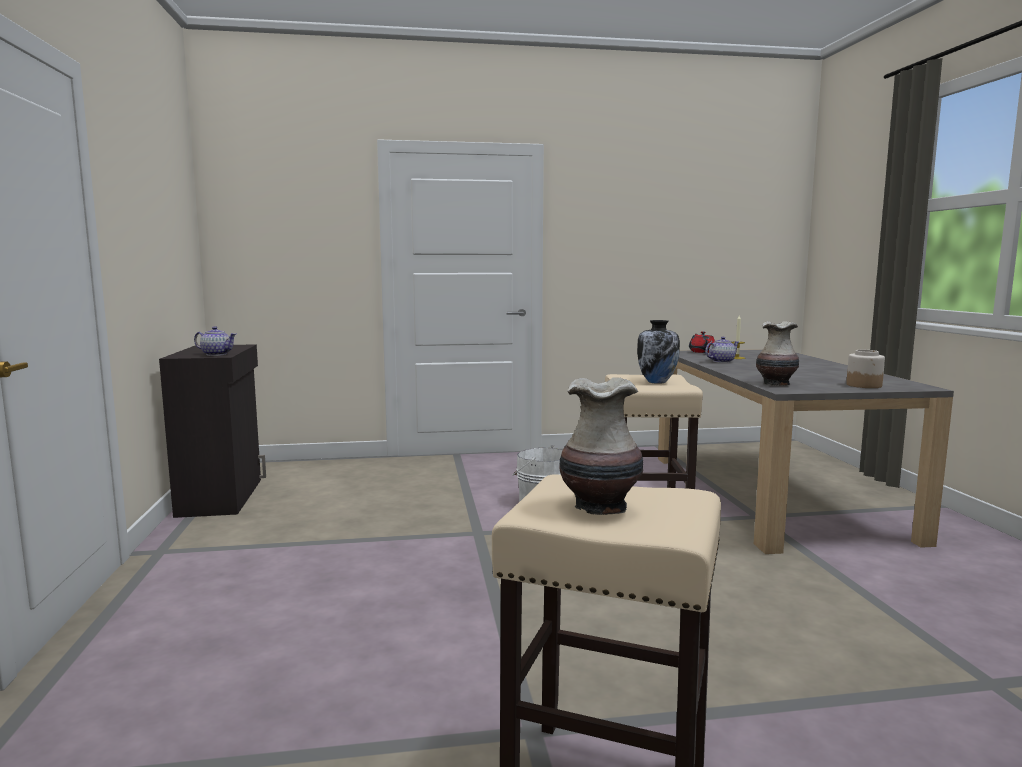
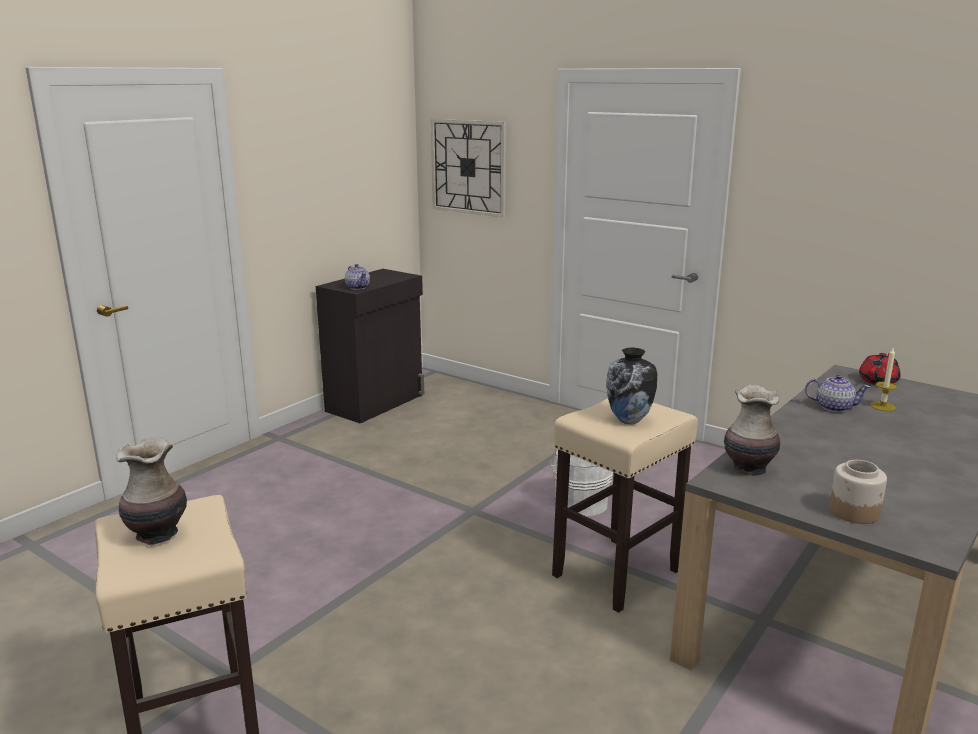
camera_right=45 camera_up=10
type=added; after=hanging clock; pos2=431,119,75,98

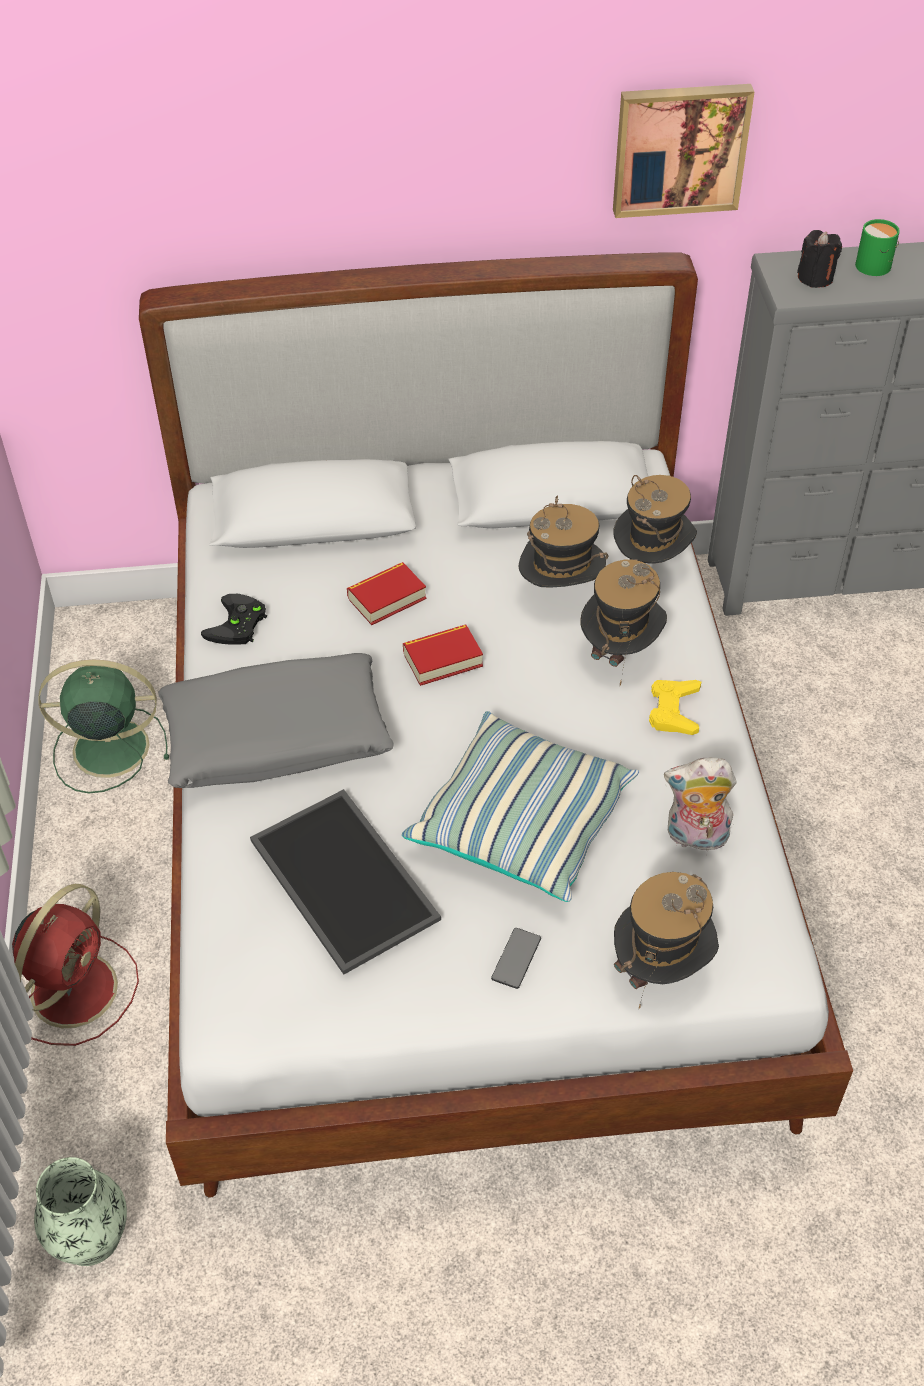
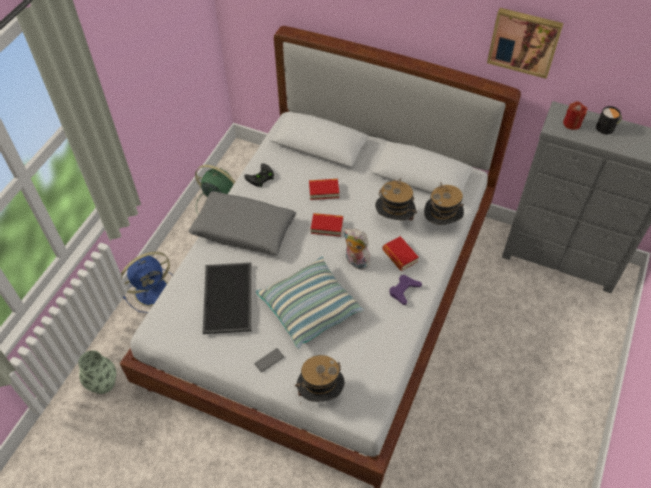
camera_right=30 camera_up=5
type=moved; before=soft toy; pos1=664,758,73,93; pos2=343,229,27,41
type=replaced; before=clothing hat; after=volume; pos1=580,559,87,126; pos2=382,236,37,35
type=recoloured; before=electric fan/red; after=electric fan/blue; pos1=12,884,127,162; pos2=121,252,52,61
type=recoloured; before=gamepad/yellowish; after=gamepad/purple; pos1=649,680,52,55; pos2=389,275,33,30
type=recoloured; before=wax light/black-coloured; after=wax light/red; pos1=797,230,45,58; pos2=563,101,24,29
type=recoloured; before=mug/green; after=mug/black-coloured; pos1=855,219,45,57; pos2=596,106,26,28

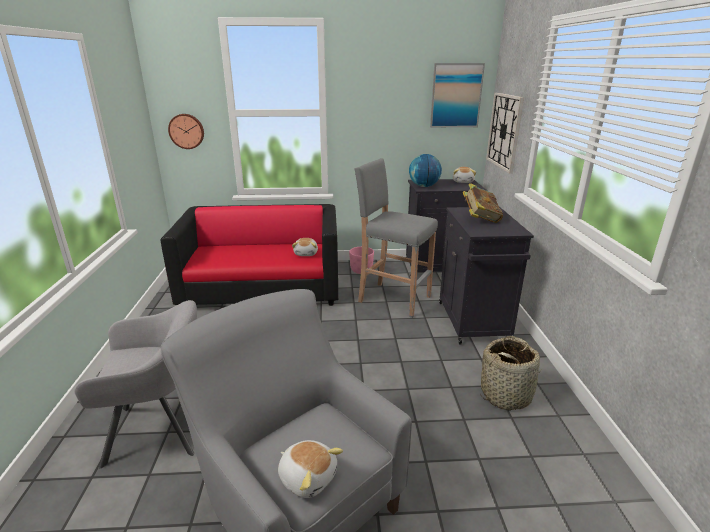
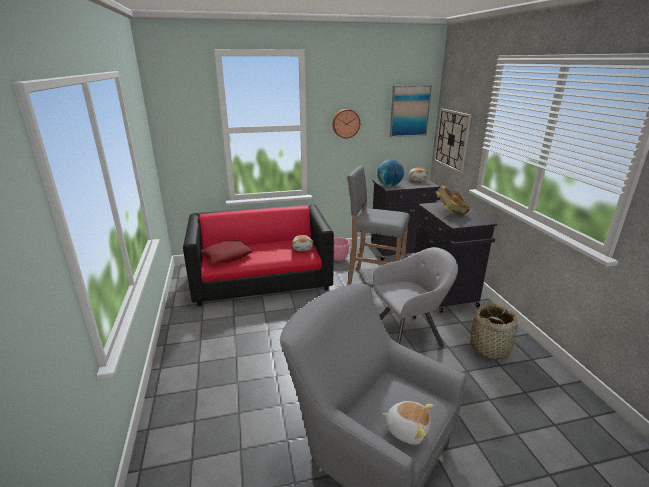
camera_right=-10 camera_up=0
type=added; after=cushion/red; pos2=201,240,52,23
type=moved; before=armchair/greyish; pos1=74,300,123,168; pos2=373,247,85,100
type=moved; before=hanging clock; pos1=168,114,36,35; pos2=333,109,27,30

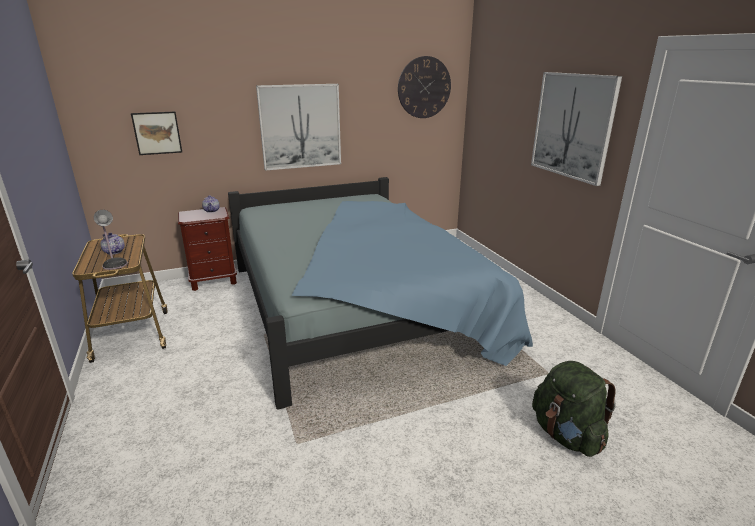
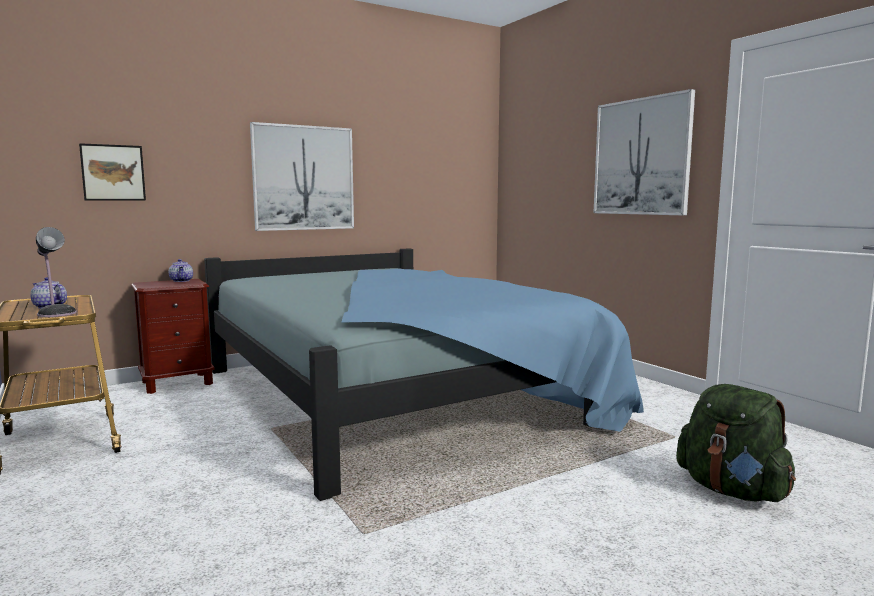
camera_right=-10 camera_up=-15
type=removed; before=hanging clock; pos1=398,56,53,62

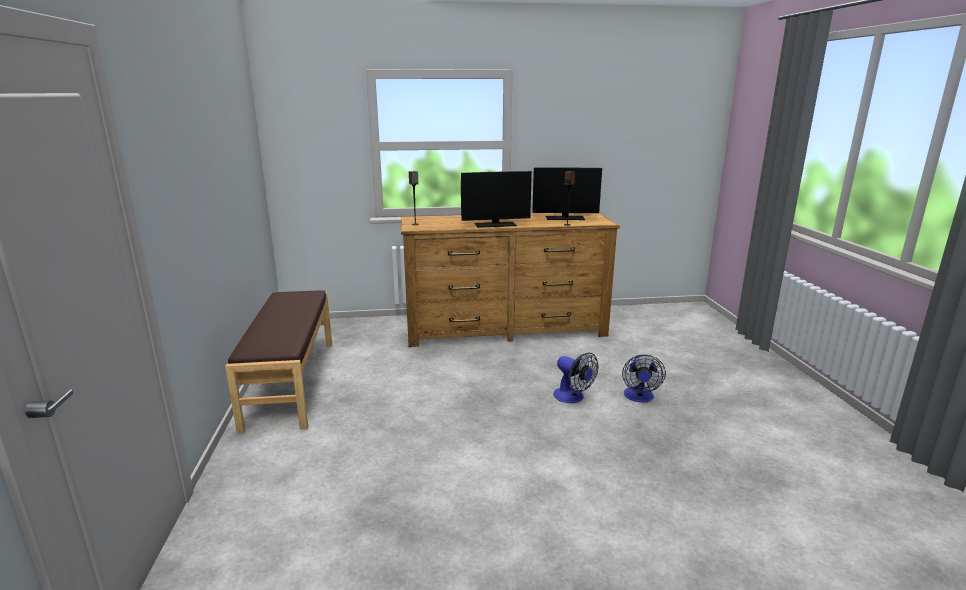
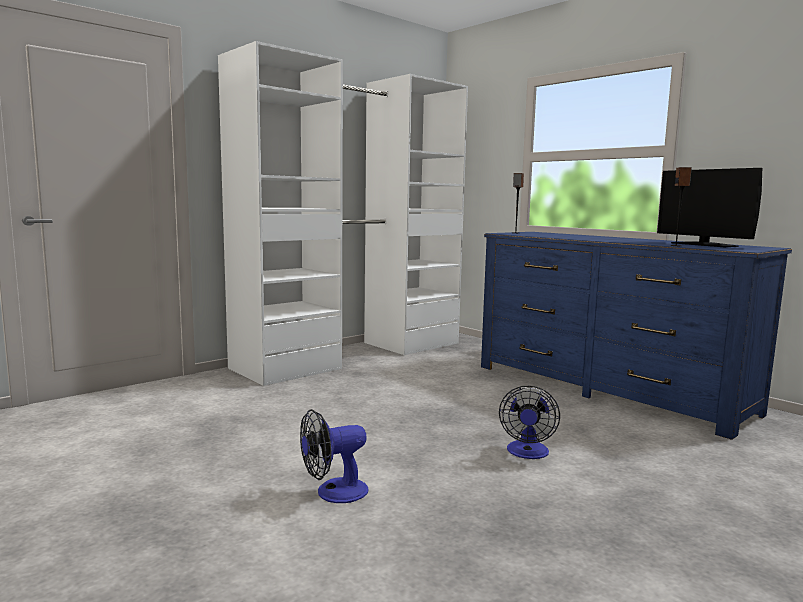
camera_right=55 camera_up=-10
type=removed; before=computer screen; pos1=461,171,71,57
type=moved; before=electric fan; pos1=622,355,44,47; pos2=300,409,69,94
type=replaced; before=indoor bench/brown-coloured; after=clothes cupboard/white; pos1=225,290,107,144; pos2=218,41,250,345
type=recoloured; before=chest of drawers/brown-coloured; after=chest of drawers/blue; pos1=401,213,219,134; pos2=481,232,311,208

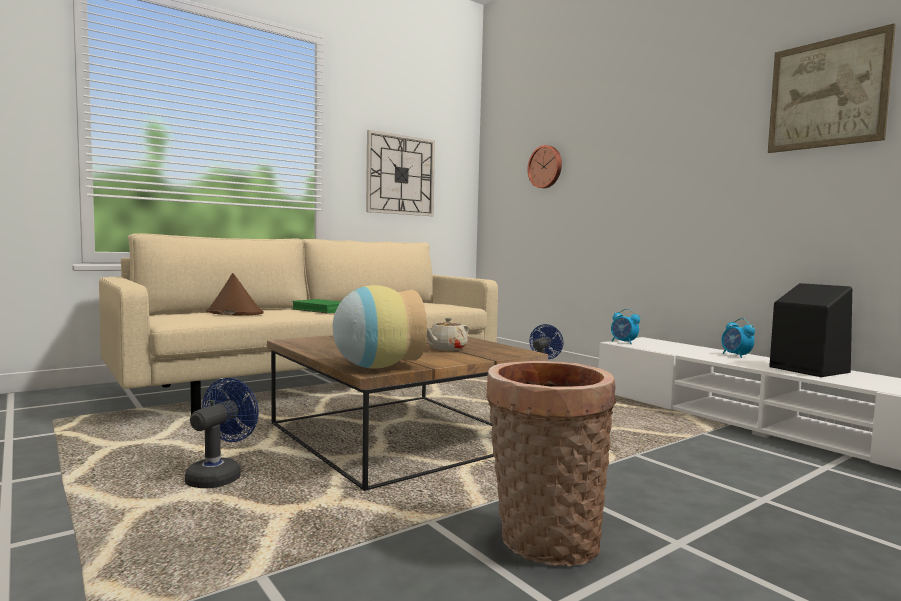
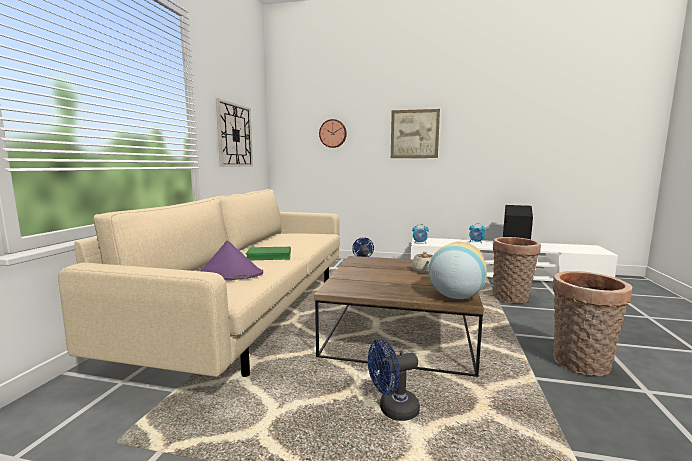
camera_right=-40 camera_up=5
type=added; after=household basket; pos2=493,237,48,66
type=moved; before=picture; pos1=768,23,128,130; pos2=391,109,49,49
type=recoloured; before=clothing hat/brown-coloured; after=clothing hat/purple; pos1=206,273,58,42; pos2=201,240,62,41
type=turned; before=electric fan/blue; pos1=185,378,74,110; pos2=368,339,52,82; turn=-90

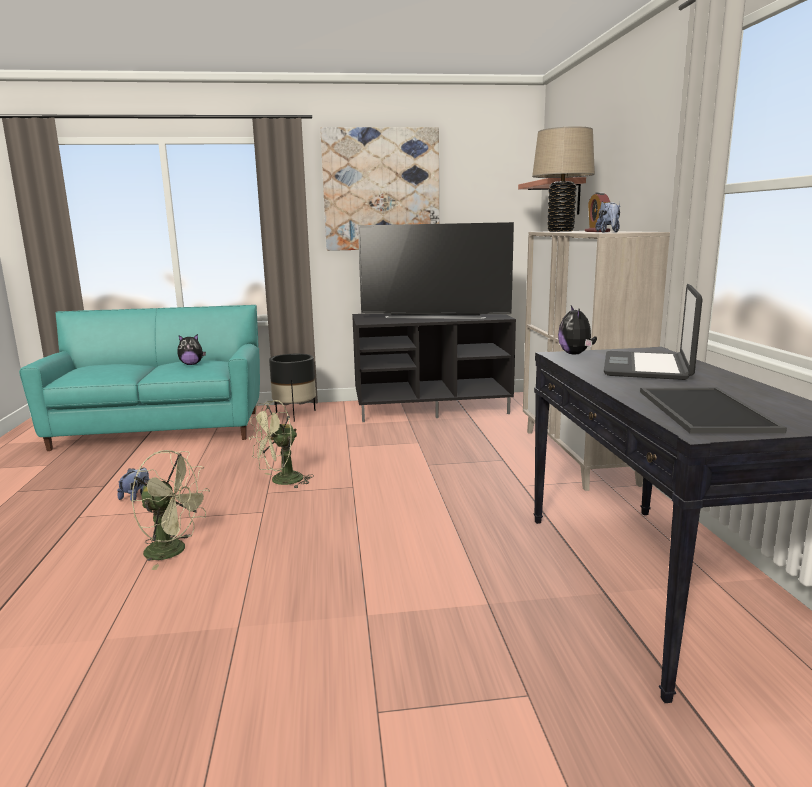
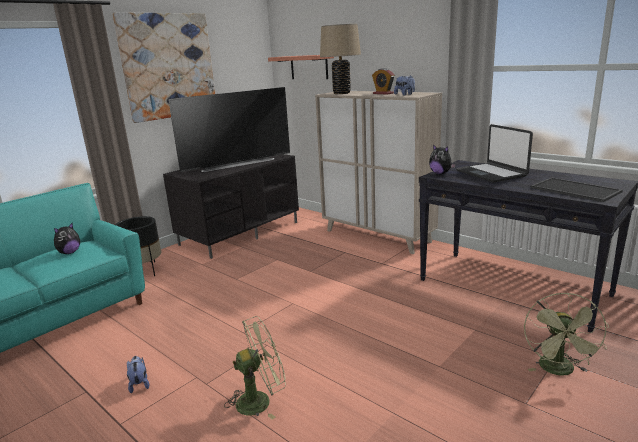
camera_right=-40 camera_up=5
type=moved; before=electric fan/green; pos1=249,400,65,89; pos2=524,292,85,84

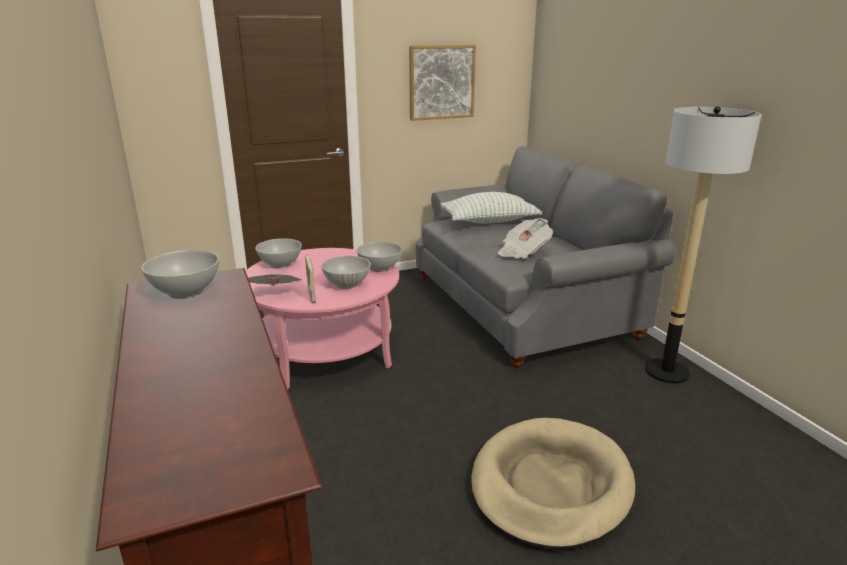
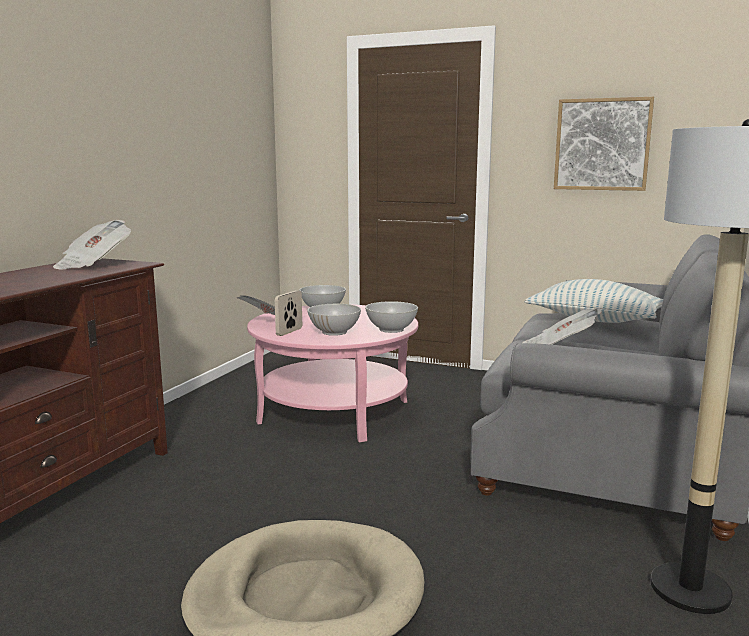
camera_right=45 camera_up=-10
type=replaced; before=deep dish/white; after=newspaper; pos1=141,250,78,49; pos2=53,220,78,50

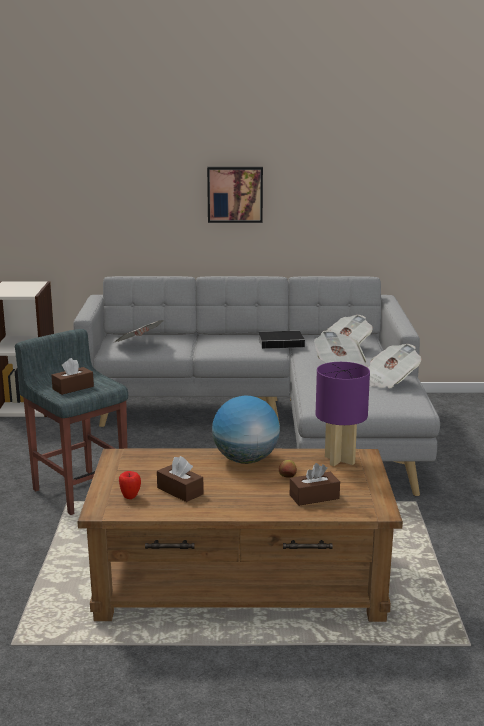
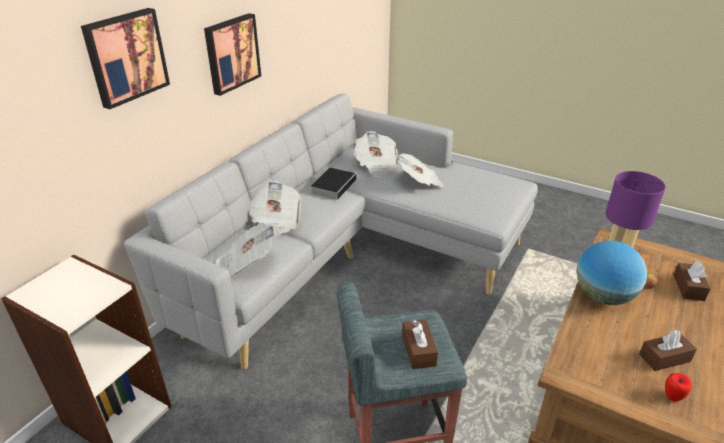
camera_right=-60 camera_up=15
type=added; after=picture; pos2=81,8,89,101
type=moved; before=newspaper; pos1=367,344,54,44; pos2=249,181,53,56

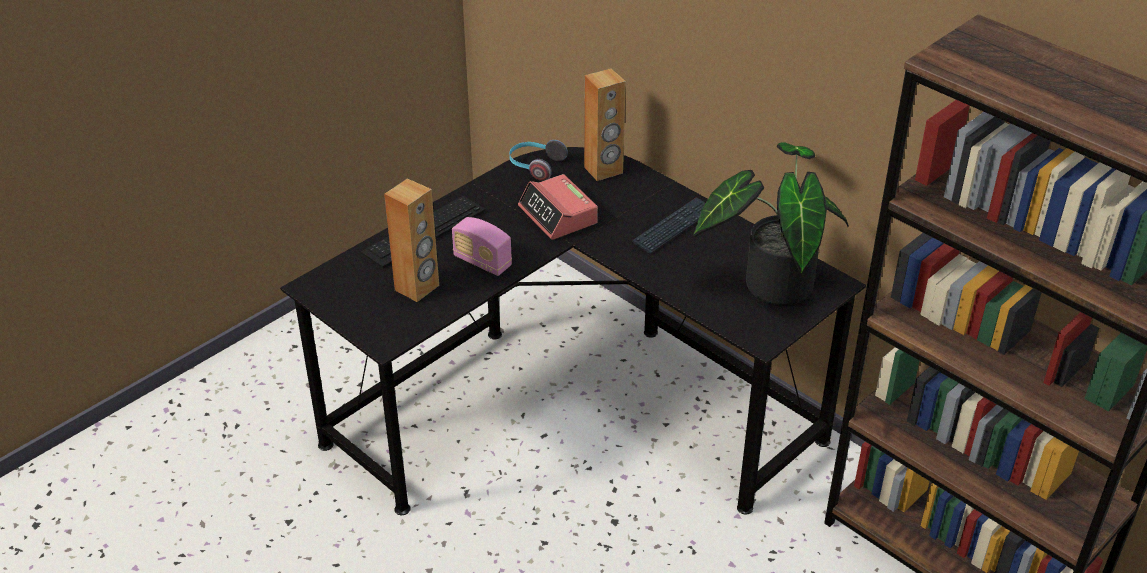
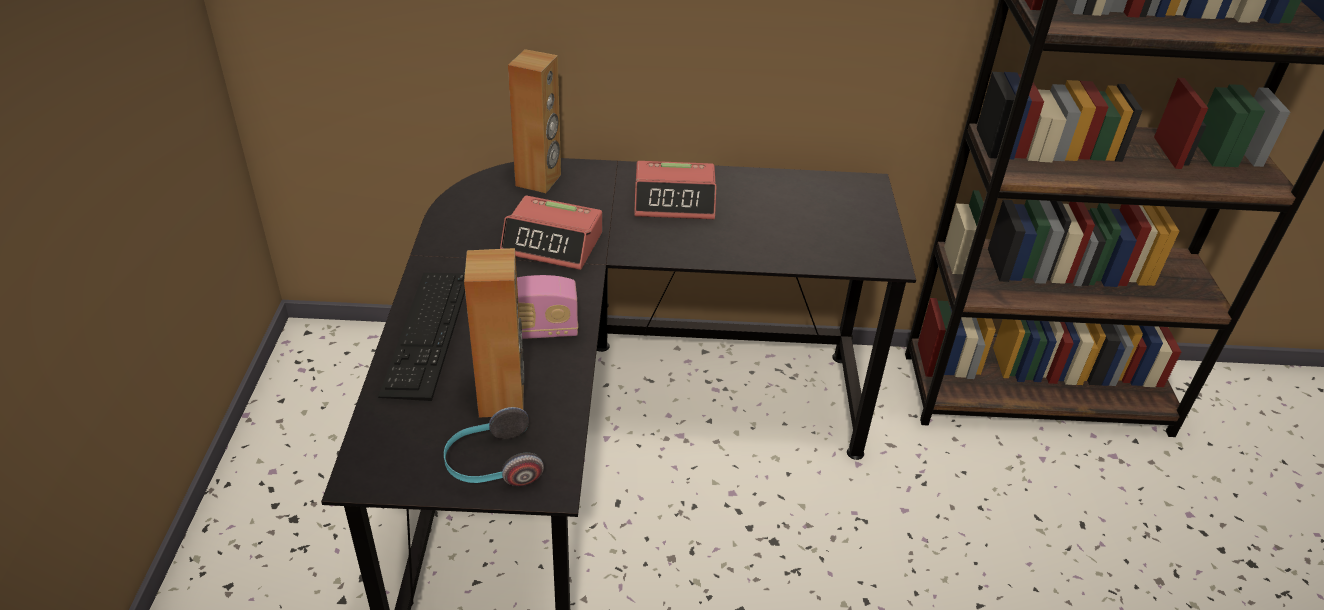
camera_right=-45 camera_up=0
type=removed; before=houseplant; pos1=693,143,156,162
type=moved; before=headphones; pos1=509,140,59,41; pos2=444,407,100,79
type=replaced; before=PC keyboard; after=alarm clock; pos1=632,197,73,56; pos2=634,161,82,58

